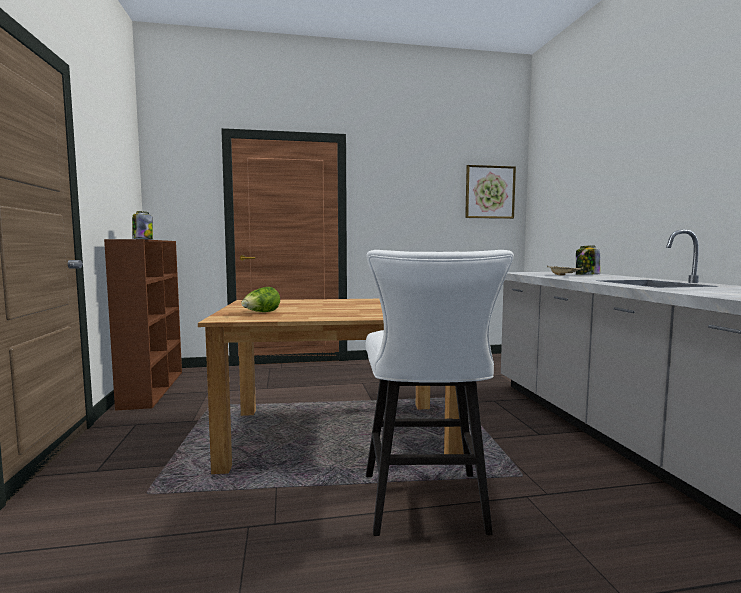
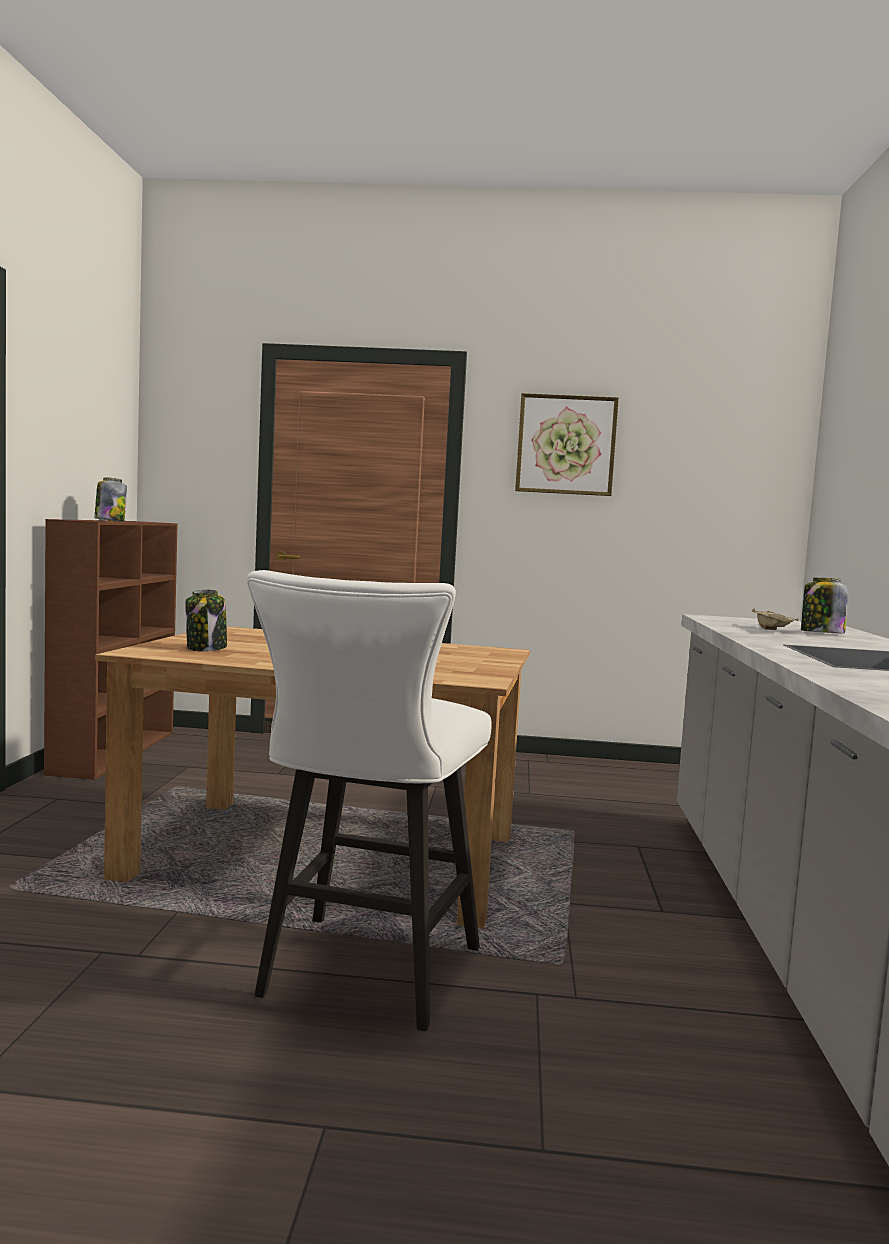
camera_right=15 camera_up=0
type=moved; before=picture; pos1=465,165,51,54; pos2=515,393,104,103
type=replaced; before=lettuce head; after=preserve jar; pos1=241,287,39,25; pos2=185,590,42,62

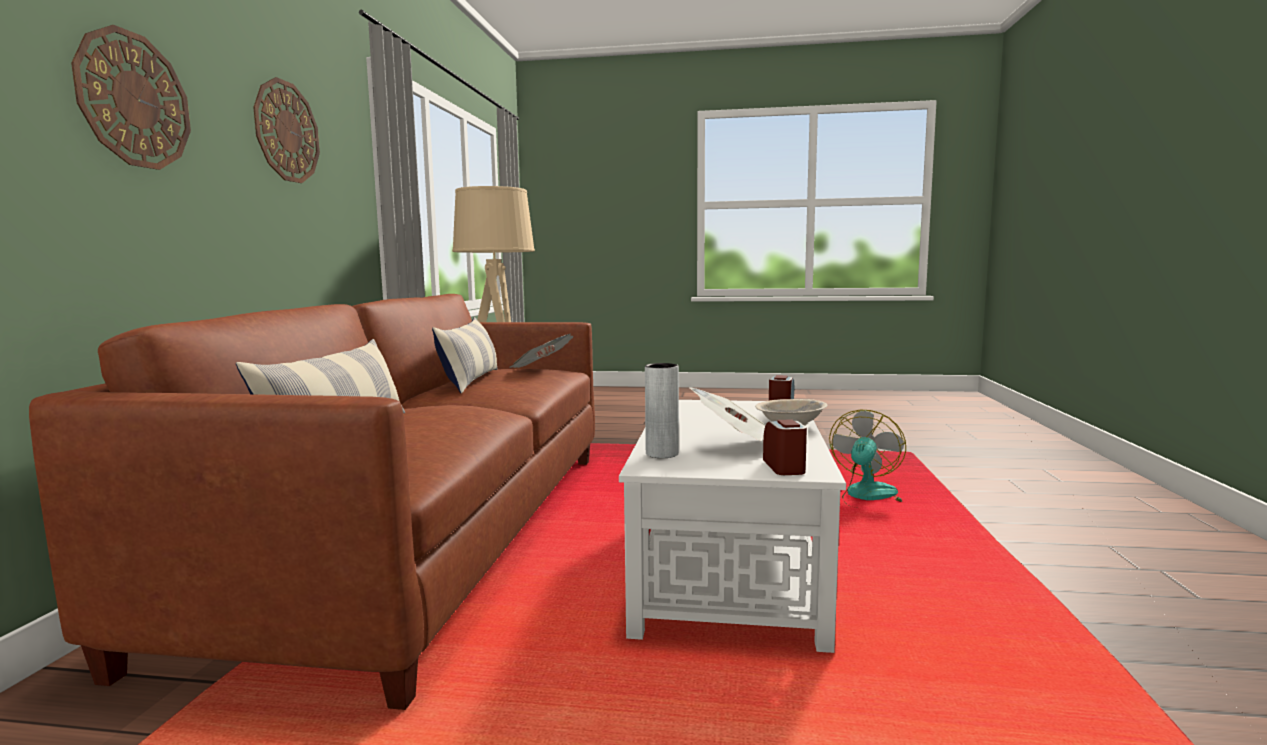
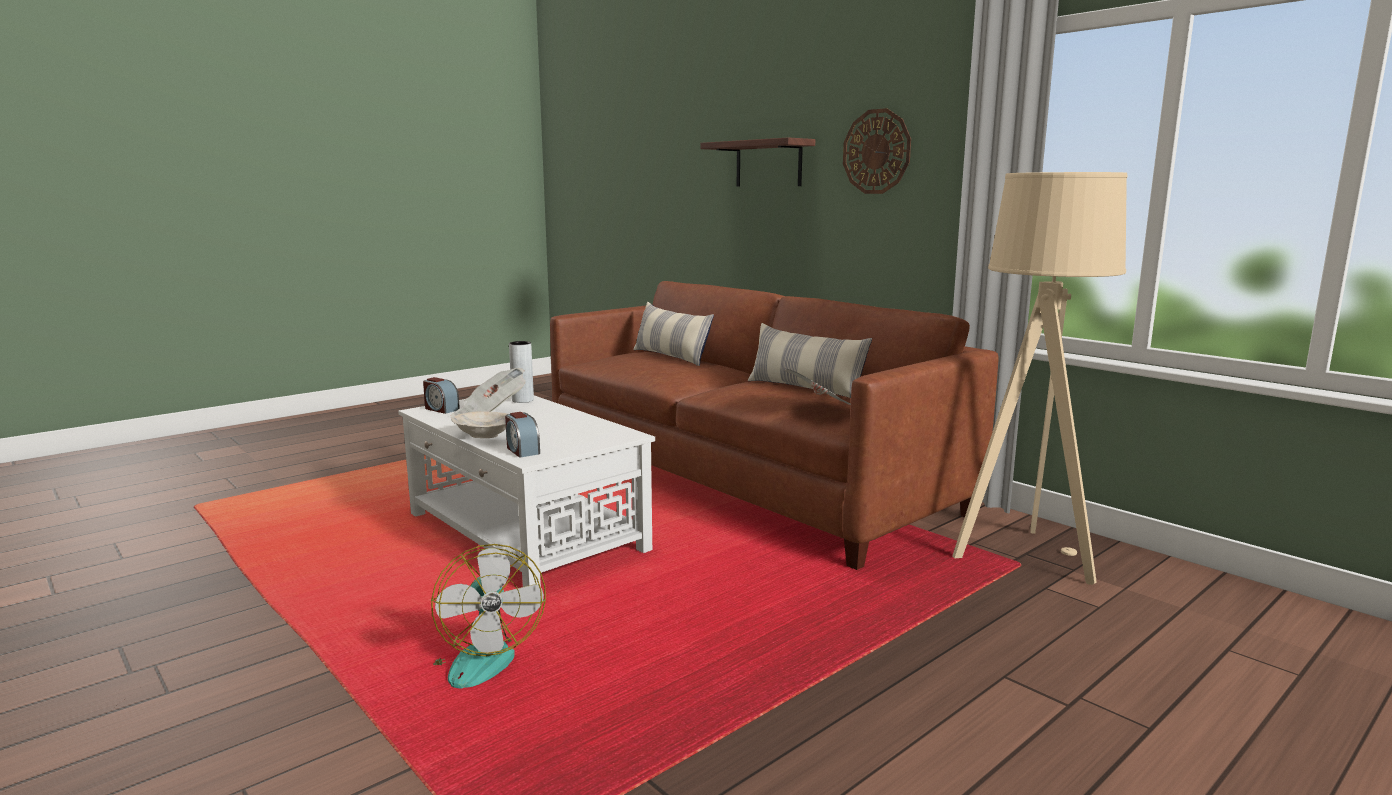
camera_right=130 camera_up=5
type=replaced; before=hanging clock; after=shelf; pos1=71,25,120,145; pos2=700,137,115,49

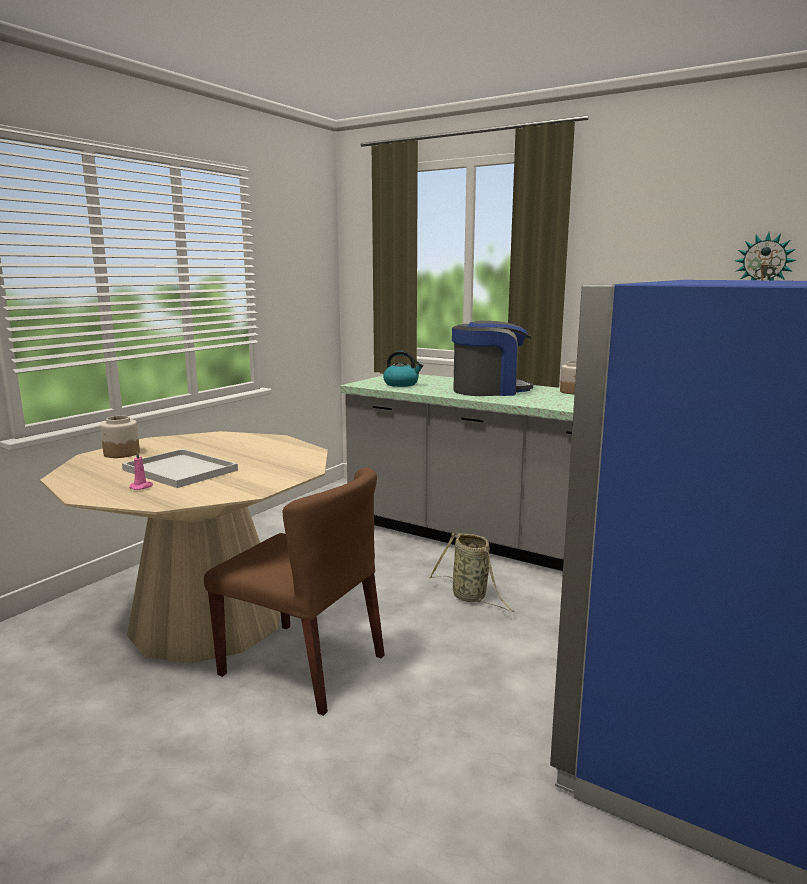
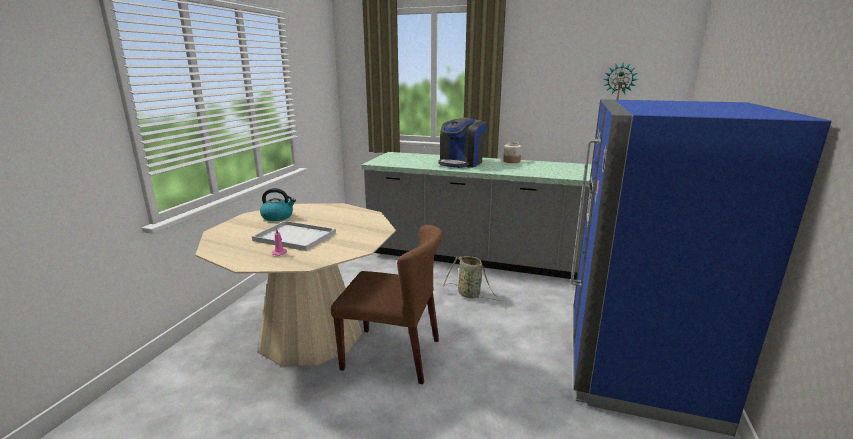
camera_right=-15 camera_up=5
type=removed; before=preserve jar; pos1=100,416,40,42
type=moved; before=tea kettle; pos1=383,351,40,36; pos2=260,188,36,33
type=turned; before=coffee machine; pos1=452,321,81,75; pos2=439,118,48,50; turn=150

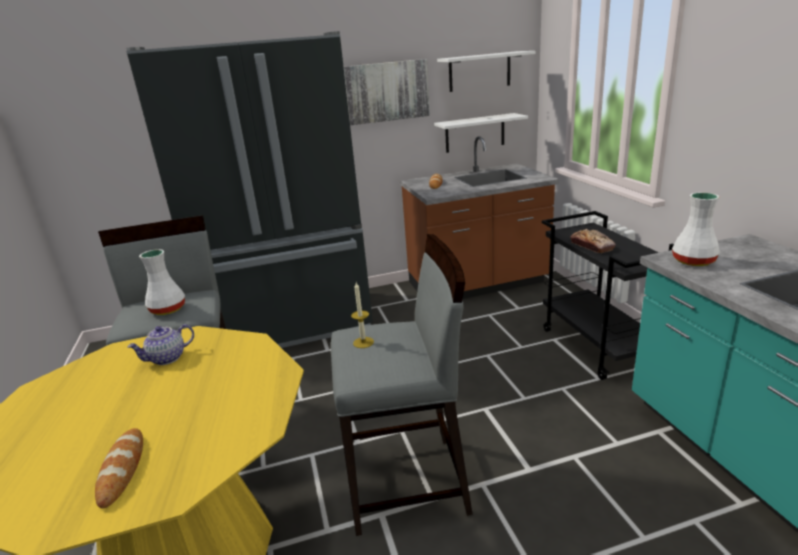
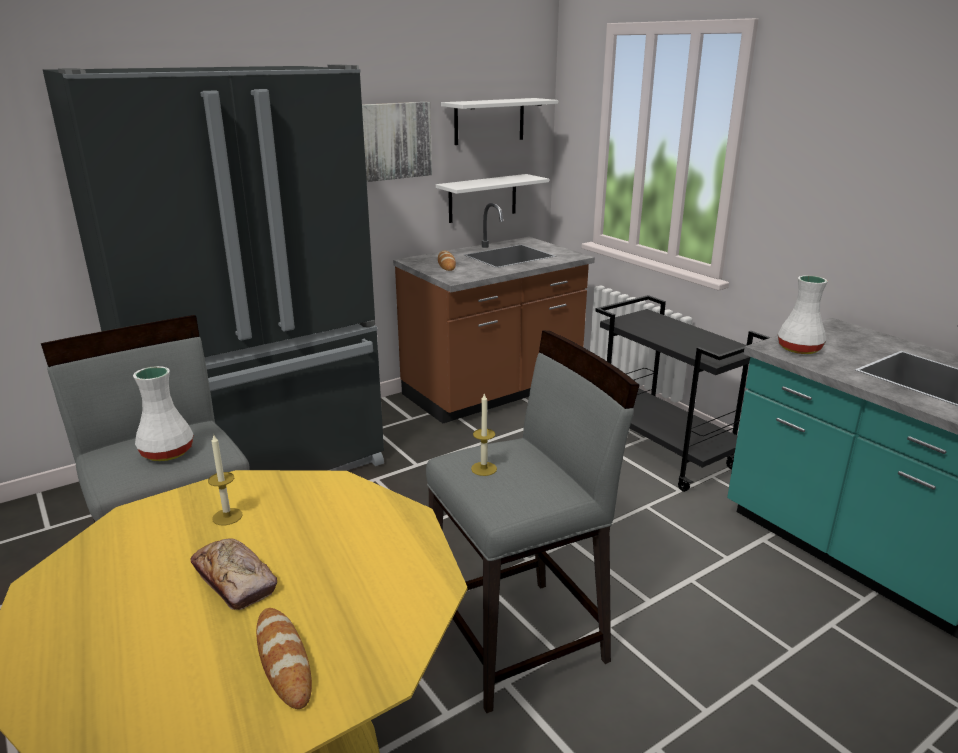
camera_right=-20 camera_up=0
type=moved; before=baked bread; pos1=570,229,46,24; pos2=191,538,86,72
type=replaced; before=tea pot; after=wax light; pos1=127,324,67,41; pos2=208,435,35,90

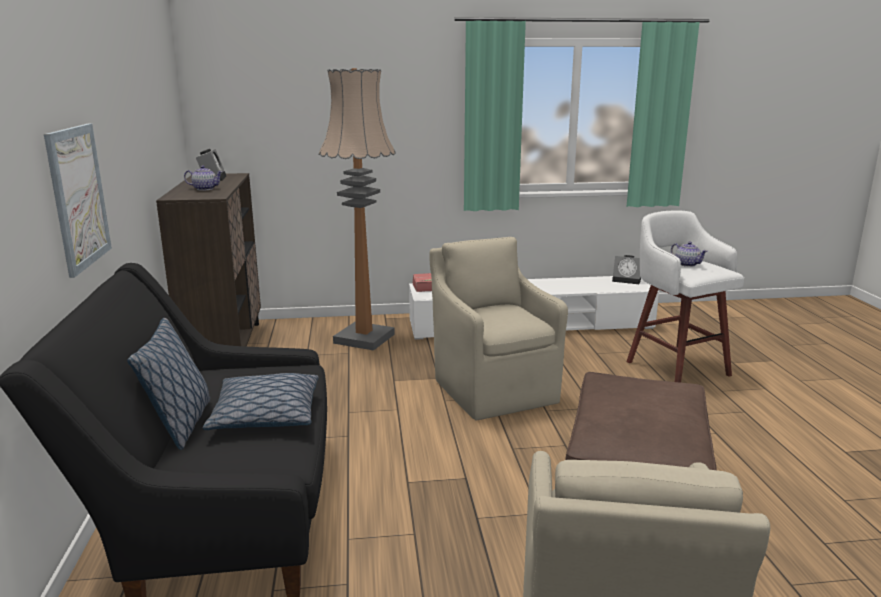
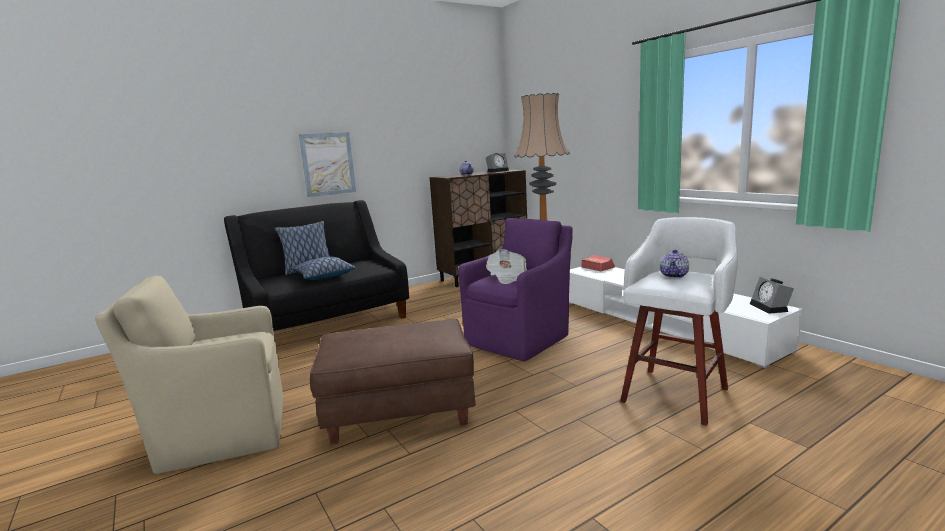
camera_right=65 camera_up=-5
type=added; after=newspaper; pos2=486,249,41,35
type=recoloured; before=armchair/beige; after=armchair/purple; pos1=430,237,138,183; pos2=458,218,115,144

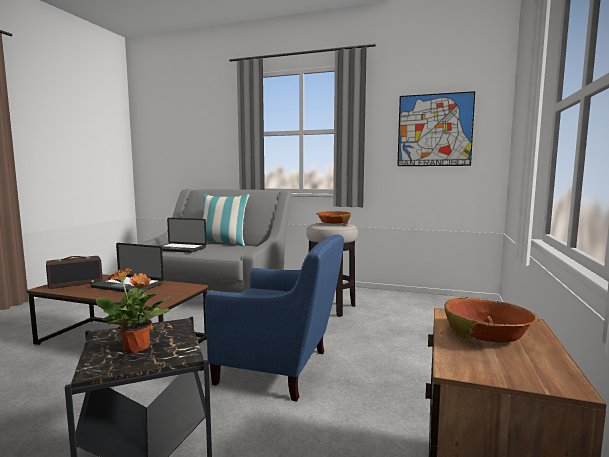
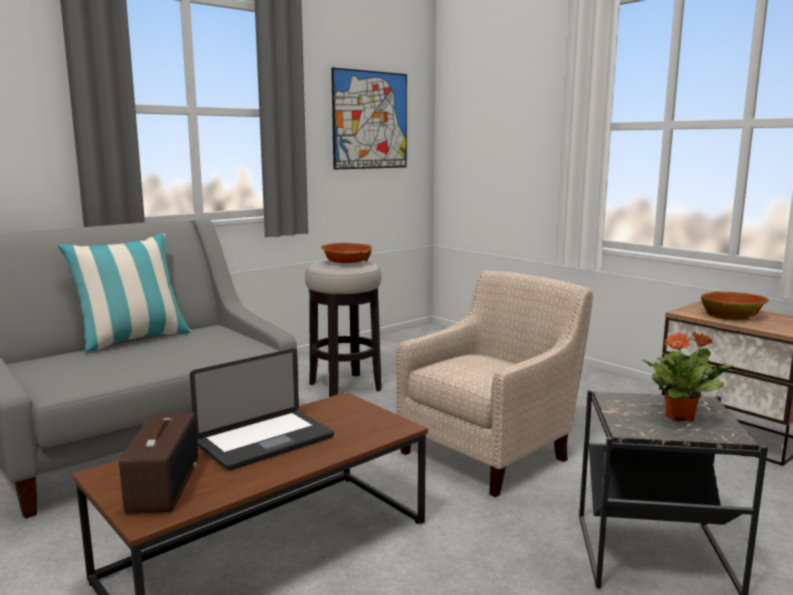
camera_right=-60 camera_up=5
type=removed; before=portable computer; pos1=161,218,46,35
type=recoloured; before=armchair/blue; after=armchair/beige; pos1=205,234,139,167; pos2=396,271,197,226

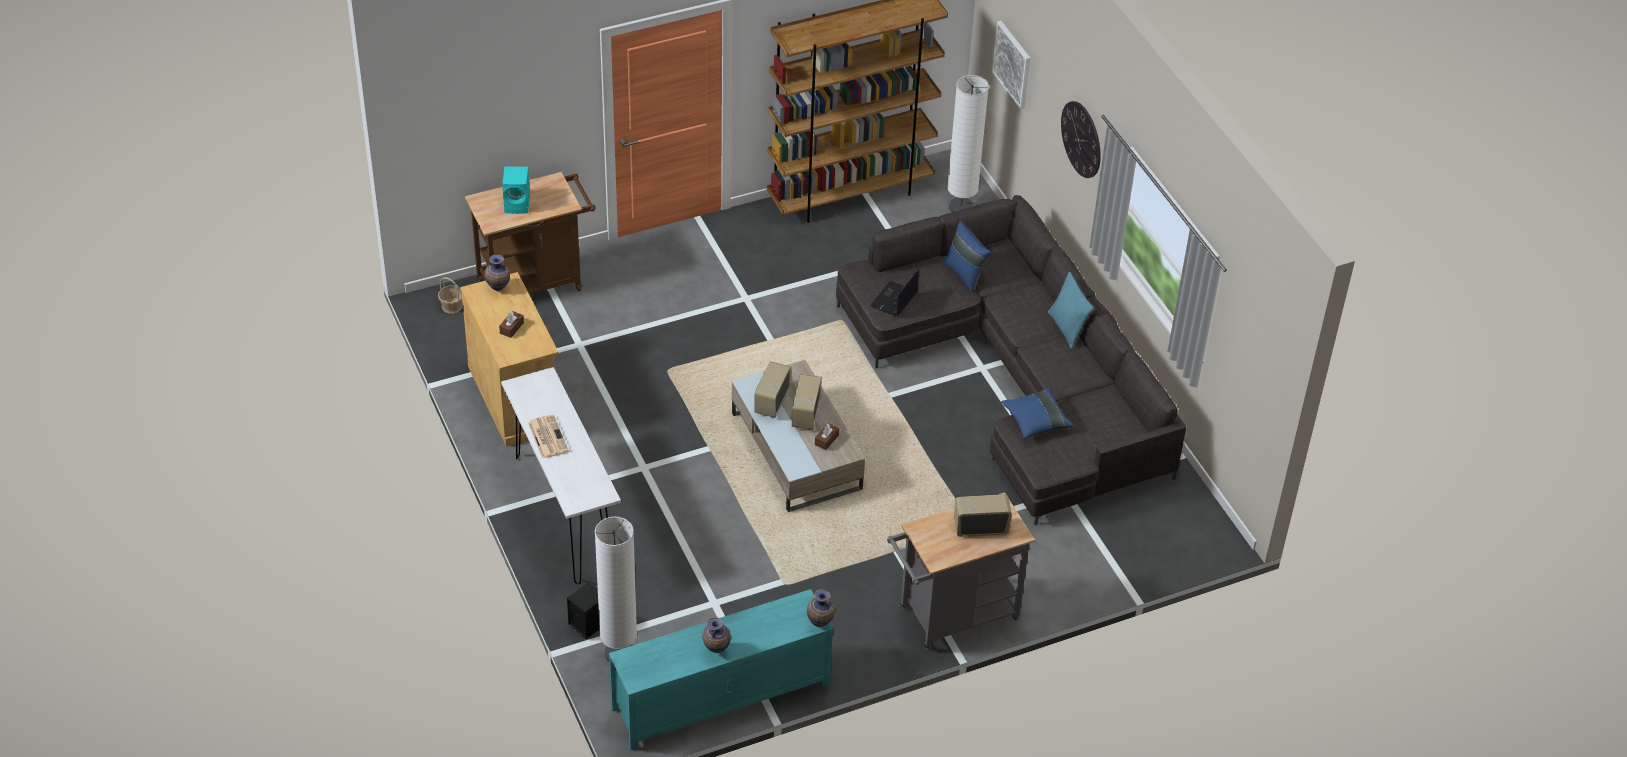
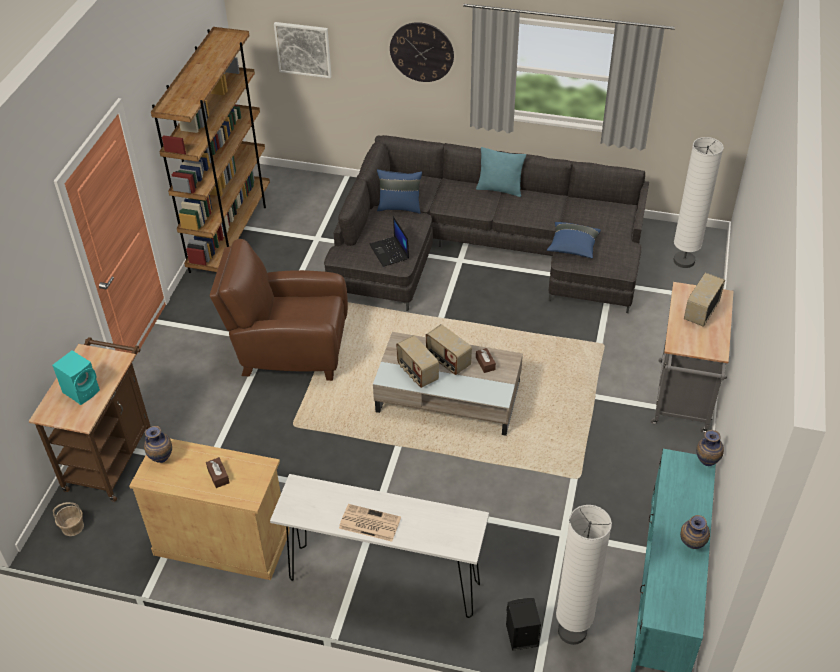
camera_right=-50 camera_up=0
type=added; after=armchair/brown-coloured; pos2=210,239,138,142
type=moved; before=standard lamp/white; pos1=947,75,42,137; pos2=673,137,51,131

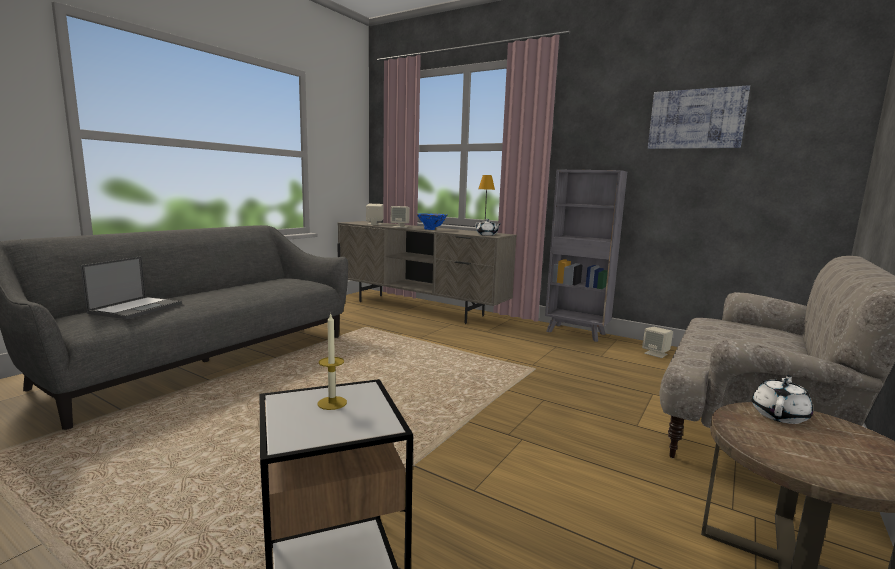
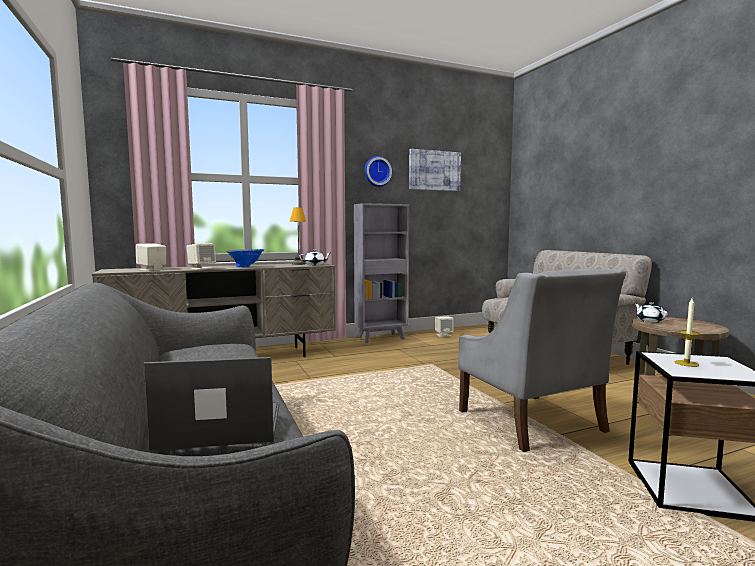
camera_right=-55 camera_up=-5
type=added; after=hanging clock; pos2=365,156,27,31
type=added; after=armchair/greyish; pos2=458,269,168,183
type=turned; before=portable computer; pos1=80,256,102,63; pos2=144,357,135,94; turn=-60

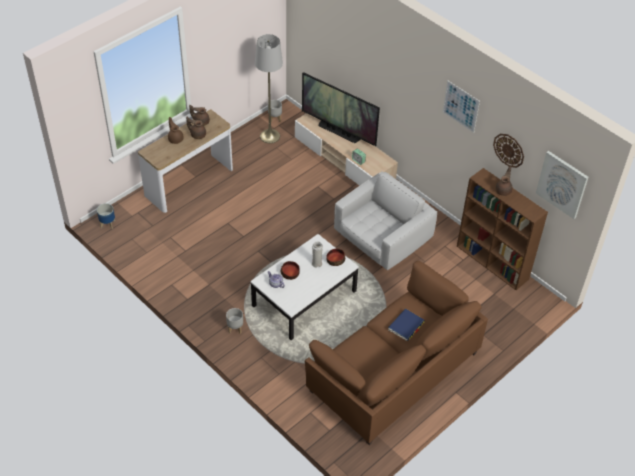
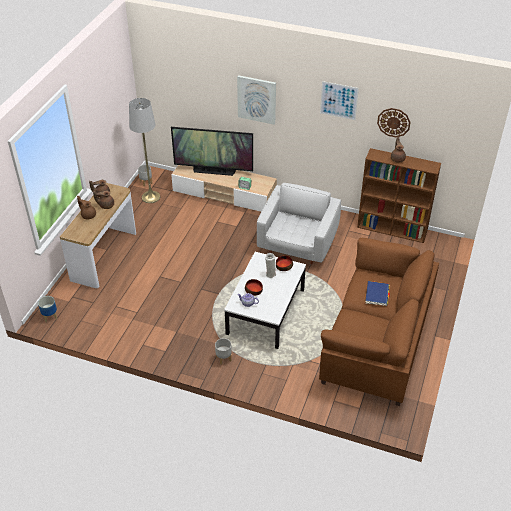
camera_right=-25 camera_up=-5
type=moved; before=picture; pos1=536,151,52,68; pos2=237,75,39,50

